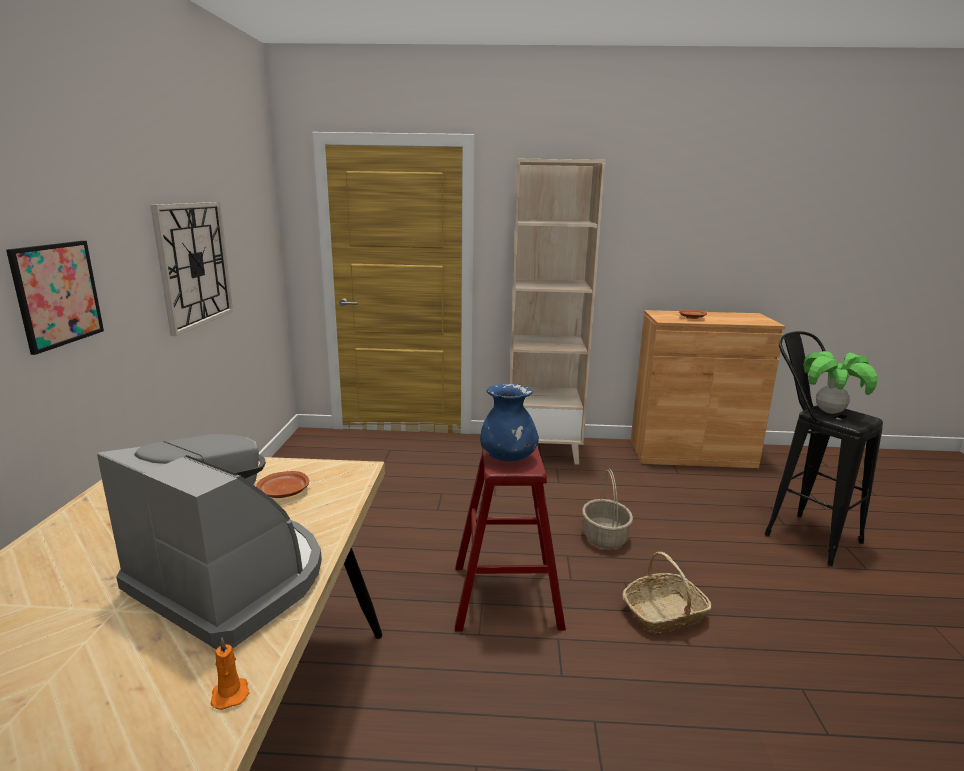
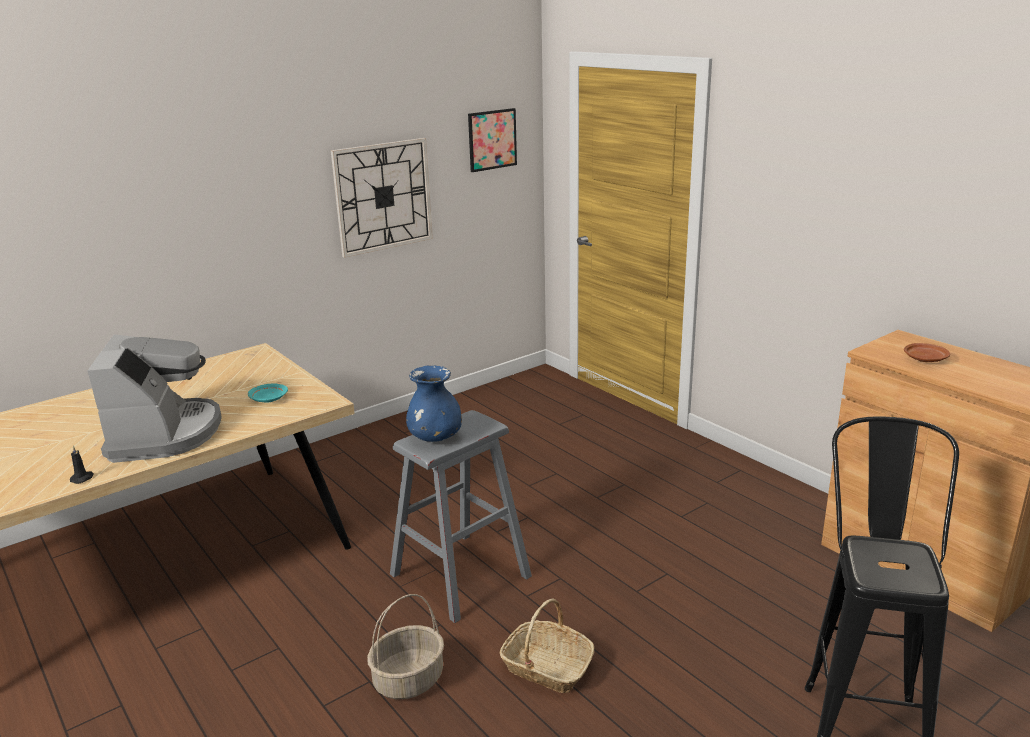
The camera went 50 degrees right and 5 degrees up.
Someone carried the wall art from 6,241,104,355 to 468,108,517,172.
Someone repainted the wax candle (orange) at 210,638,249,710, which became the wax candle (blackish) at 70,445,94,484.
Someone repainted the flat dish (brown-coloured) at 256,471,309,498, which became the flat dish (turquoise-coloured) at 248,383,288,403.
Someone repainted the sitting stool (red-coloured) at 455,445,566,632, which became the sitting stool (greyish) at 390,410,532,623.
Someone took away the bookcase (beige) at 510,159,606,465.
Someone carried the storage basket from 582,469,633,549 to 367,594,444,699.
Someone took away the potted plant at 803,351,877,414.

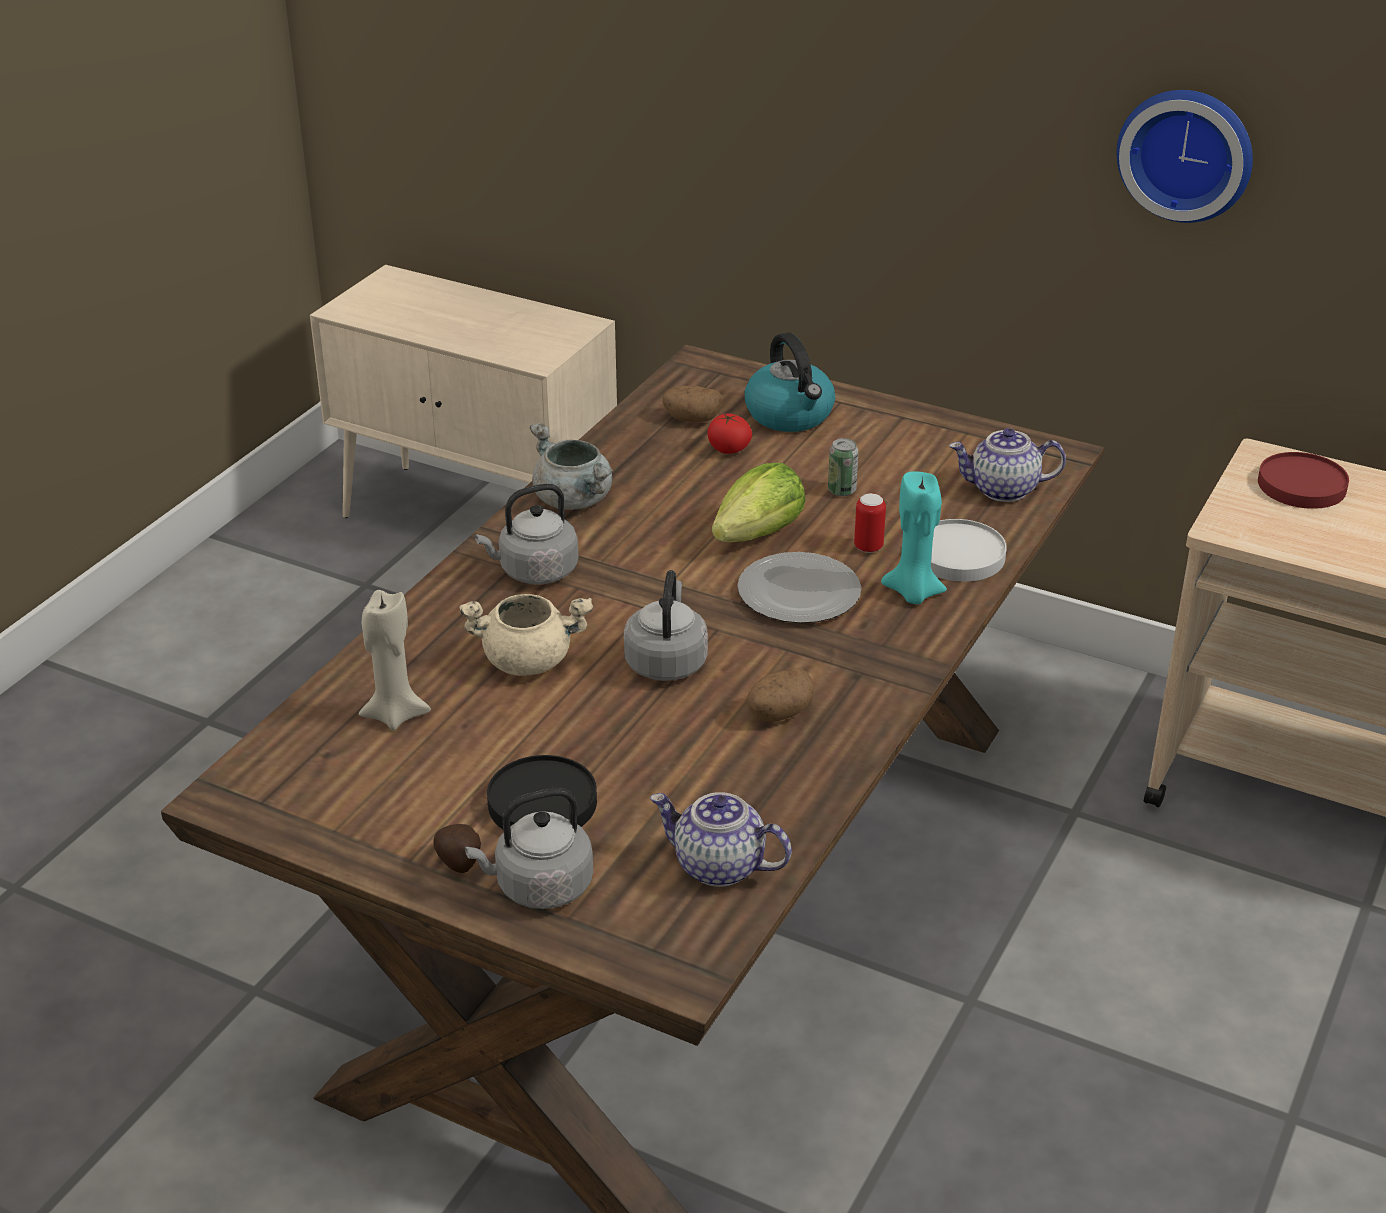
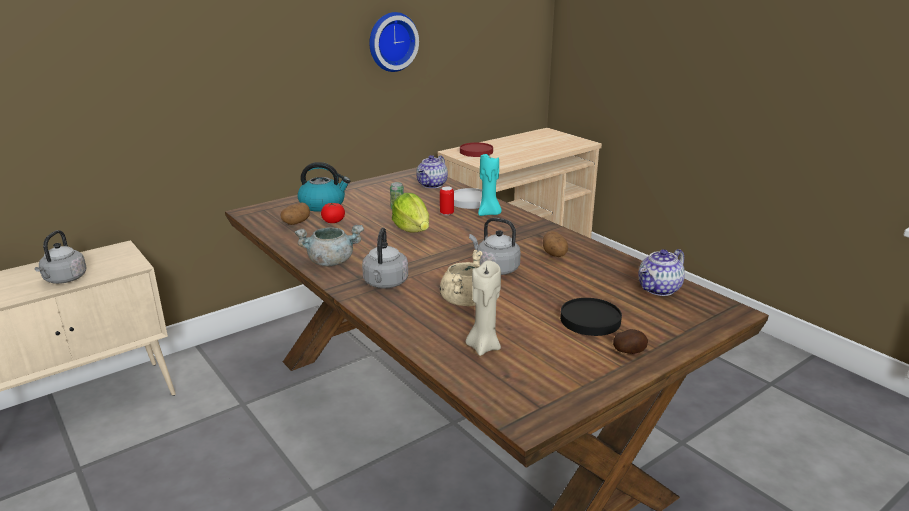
The camera went 65 degrees left and 10 degrees down.
Someone carried the tea kettle (greyish) from 465,788,593,909 to 35,230,87,284.
Someone took away the flat dish at 737,552,861,623.

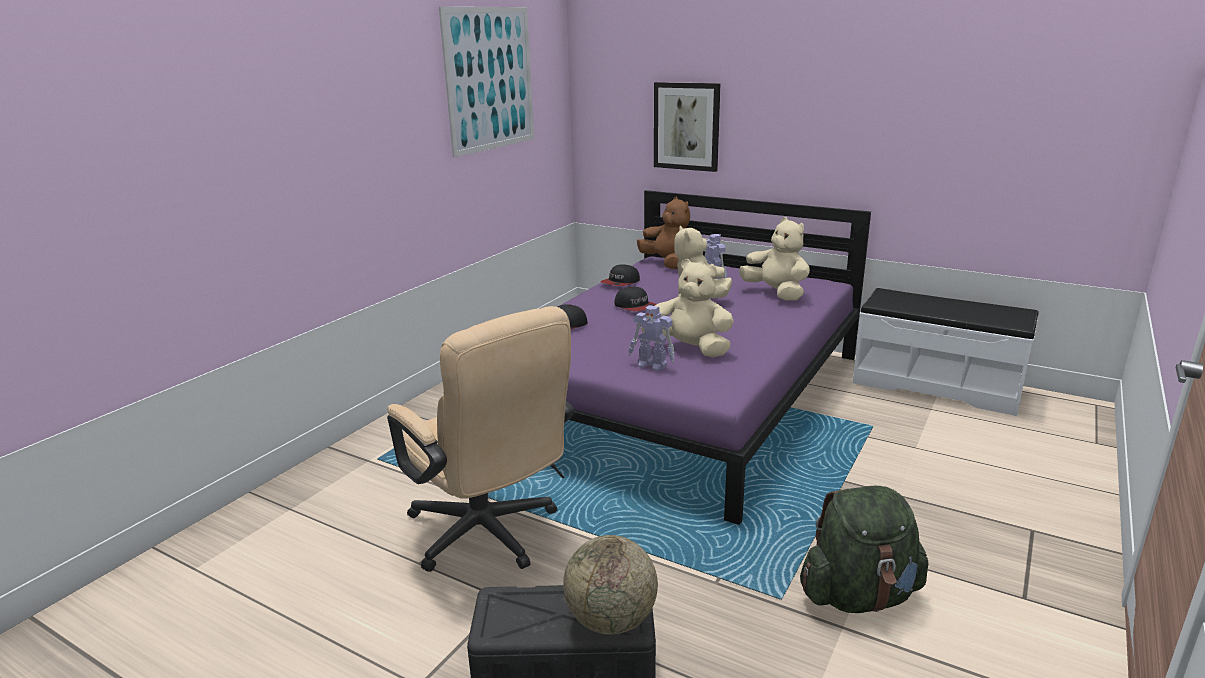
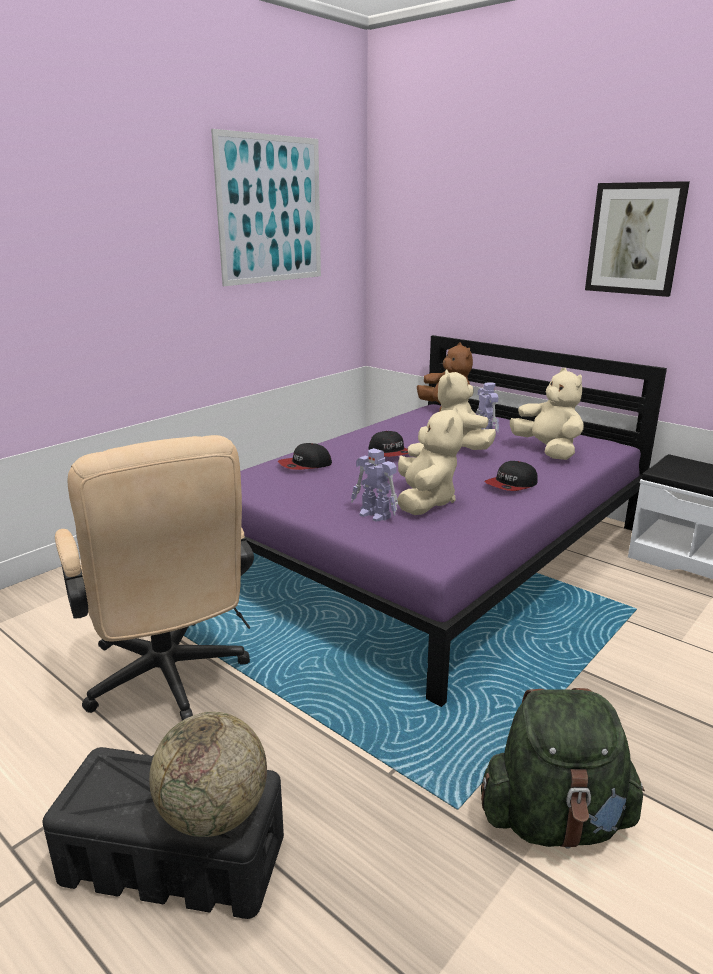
The camera went 10 degrees right and 0 degrees up.
Someone carried the baseball cap from 600,264,640,286 to 485,461,538,491.
Someone rotated the soft toy (beige) at 641,259,734,357 by 60 degrees clockwise.
Someone carried the wall art from 654,82,721,172 to 585,181,690,297.

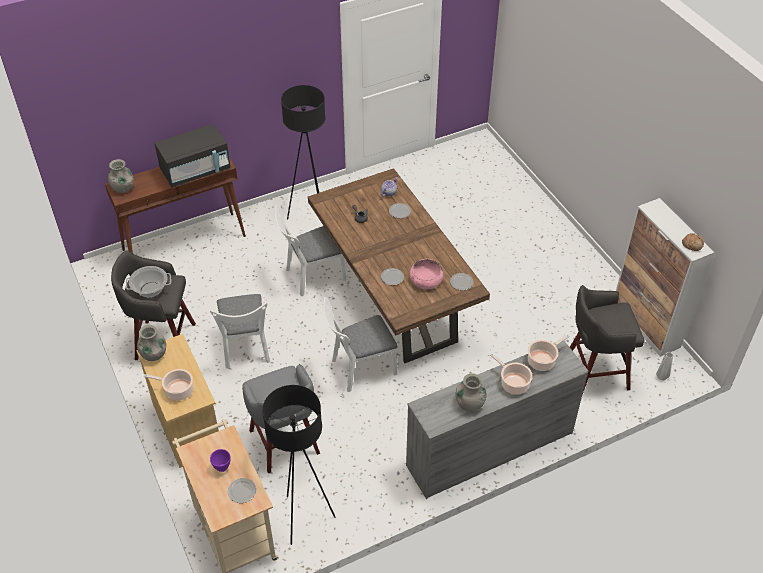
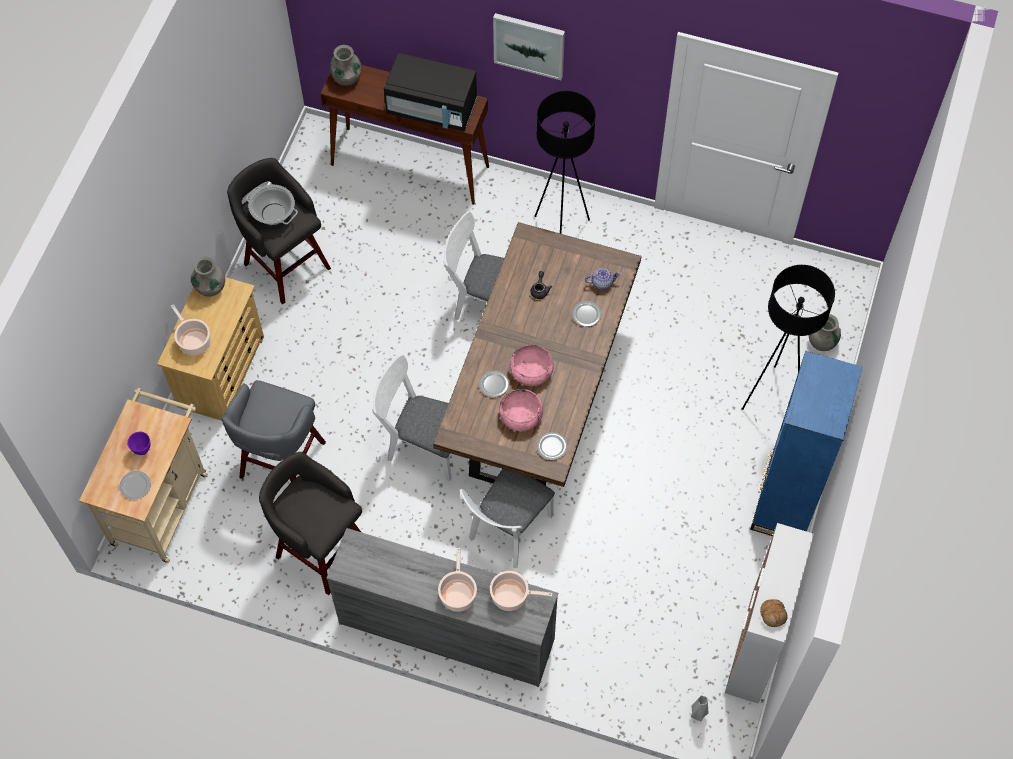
The camera went 45 degrees right and 15 degrees up.
Someone carried the chair (white) from 210,294,270,369 to 460,469,555,568.
Someone carried the standard lamp (blackish) from 262,385,335,545 to 742,265,835,410.
Someone carried the decorative vase (greyish) from 456,373,487,412 to 809,314,841,351.
Someone carried the sitting stool (greyish) from 570,285,644,395 to 259,452,362,595.
Someone put up the wall art at 493,13,565,80.
Someone put down the bowl (pink-coloured) at 510,345,554,386.
Someone put down the bookcase (blue) at 750,351,863,536.

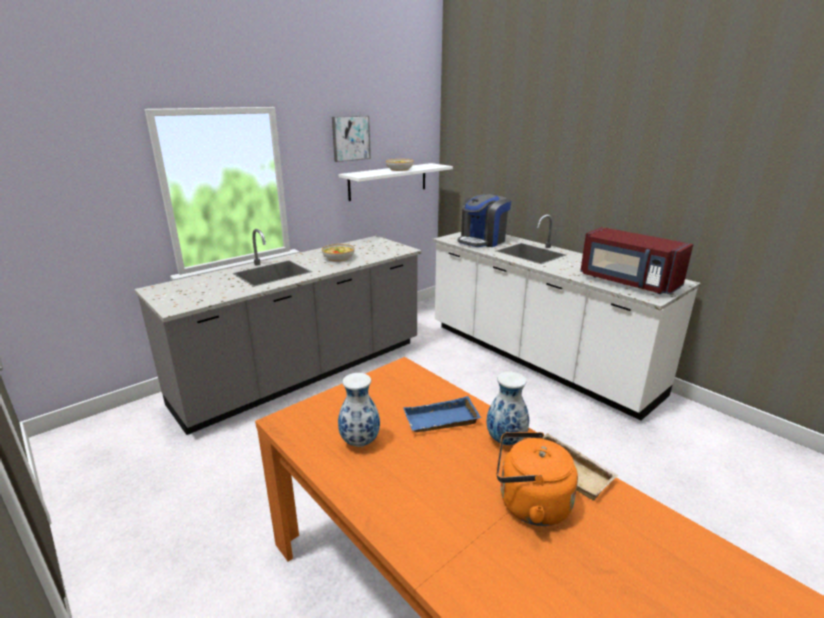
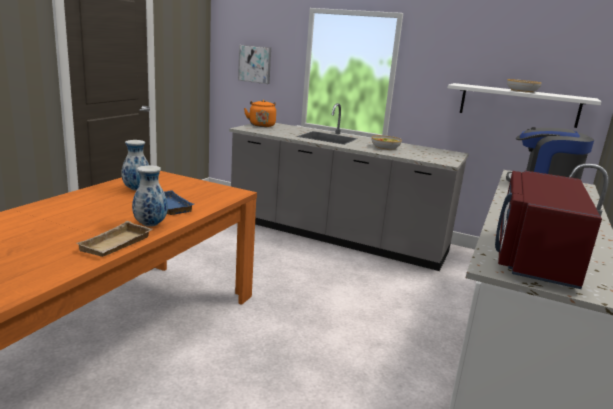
The camera went 65 degrees right and 5 degrees down.
Someone carried the wall art from 332,116,371,162 to 238,45,271,84.
Someone carried the tea kettle (orange) from 496,432,578,526 to 244,100,276,127.

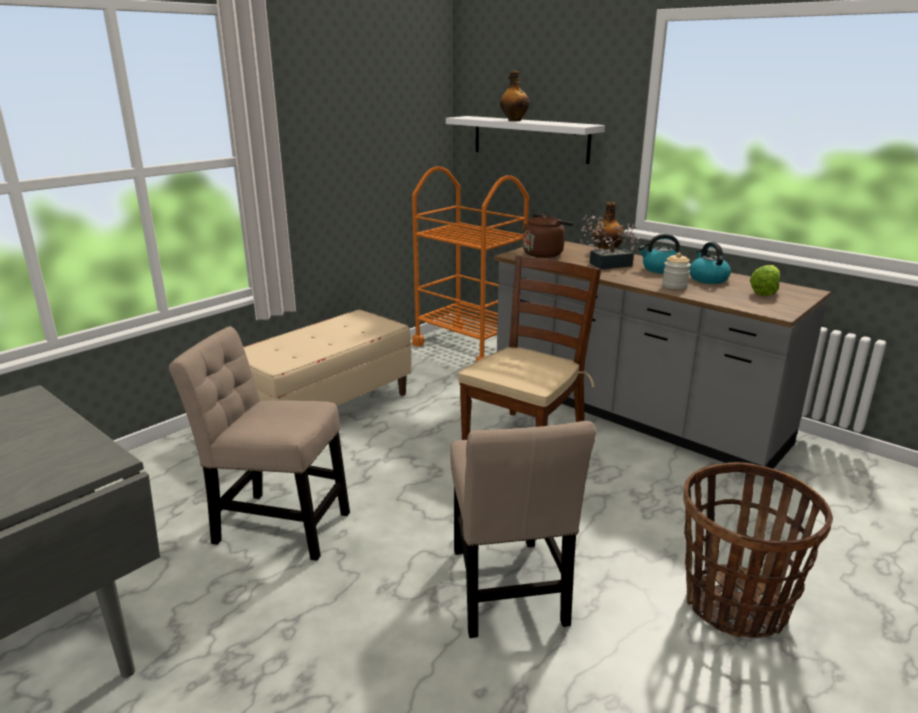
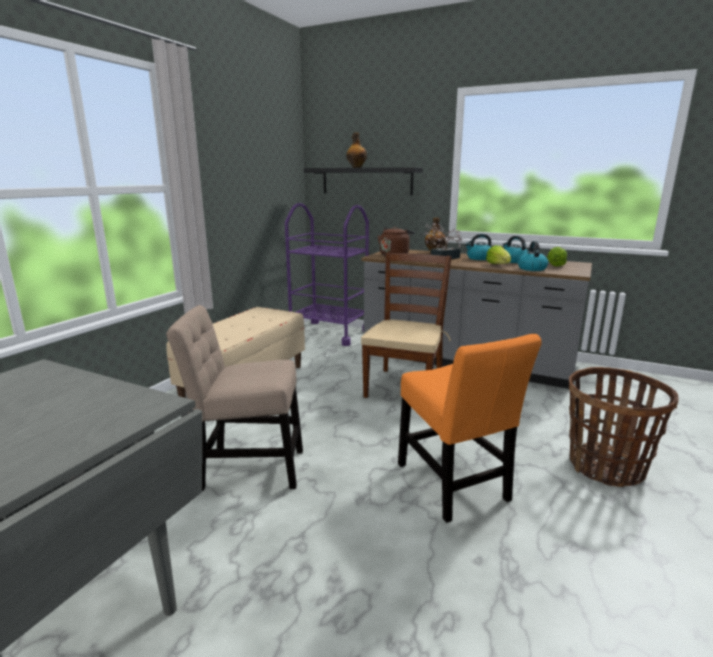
The camera went 15 degrees left and 5 degrees down.
Someone repainted the trolley (orange) at 412,166,529,361, which became the trolley (purplish) at 285,203,369,346.
Someone repainted the shelf (white) at 446,116,605,164, which became the shelf (blackish) at 304,167,423,195.
Someone repainted the chair (beige) at 450,421,596,638, which became the chair (orange) at 398,334,542,523.
Someone swapped the jar at 662,253,691,289 for the lettuce head at 486,245,511,264.
Someone put down the tea kettle at 518,241,548,271.

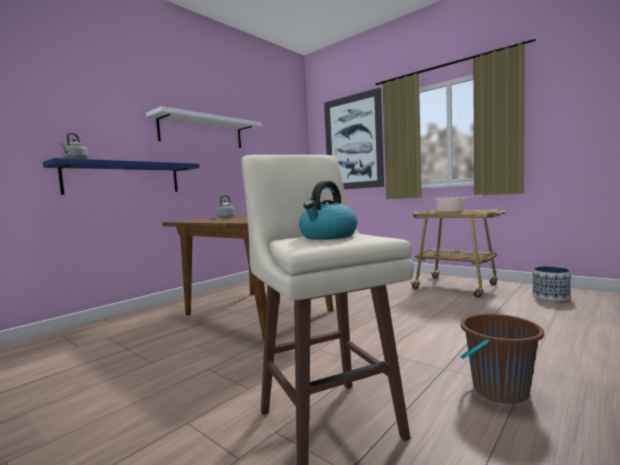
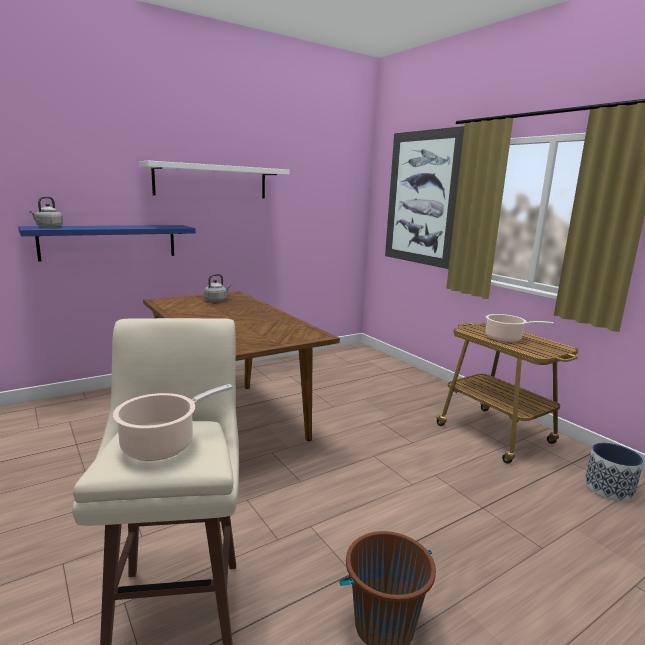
The camera went 15 degrees right and 10 degrees up.
Someone swapped the tea kettle at 299,181,358,240 for the stockpot at 113,384,233,461.

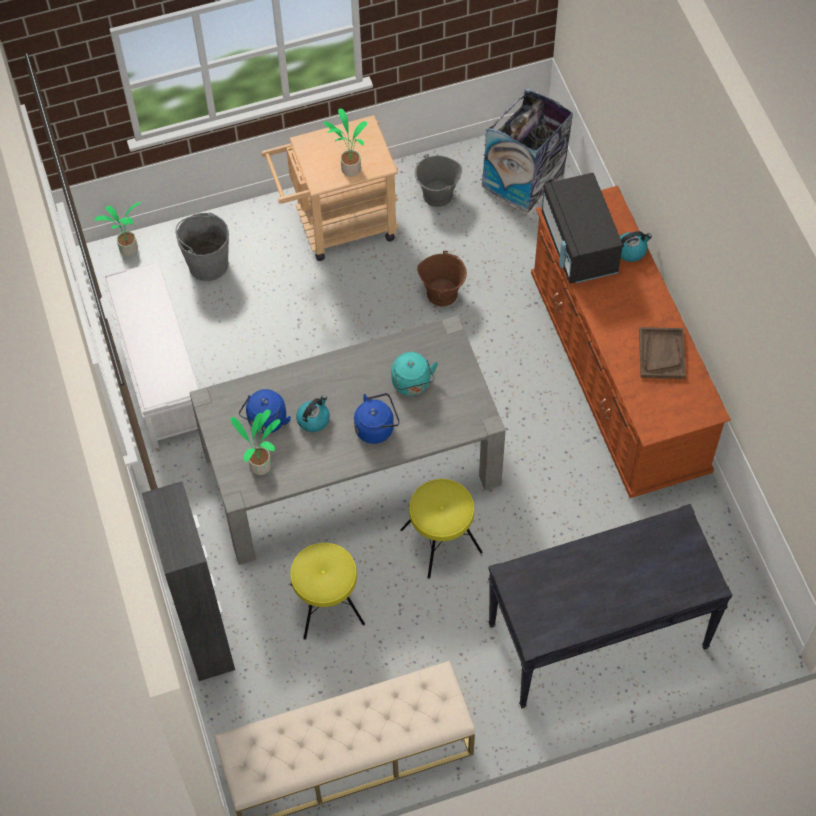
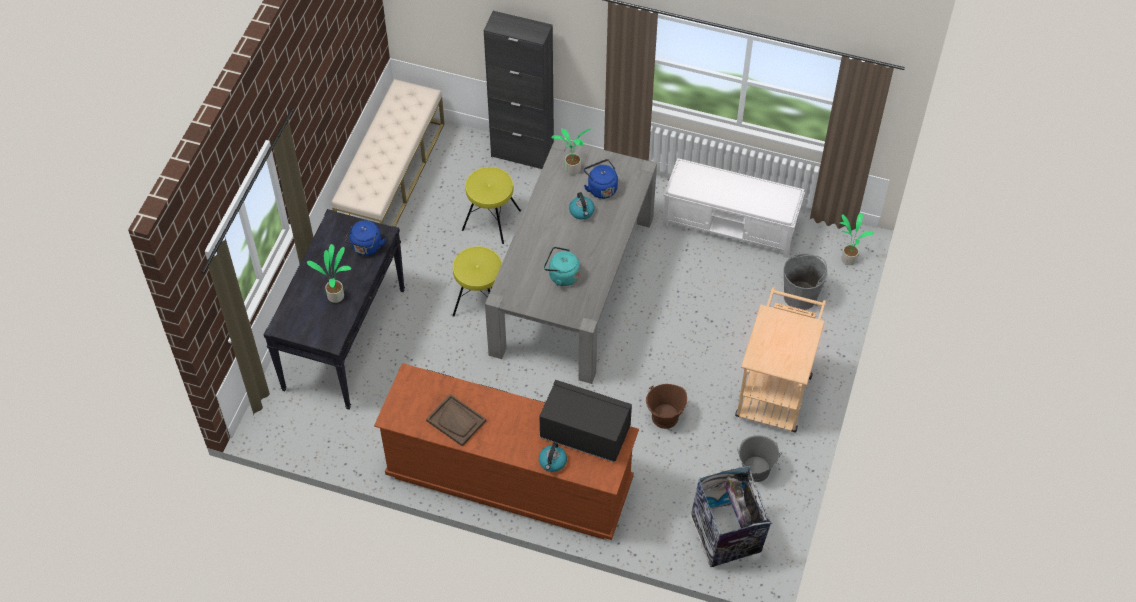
The camera went 125 degrees right and 5 degrees down.
Someone carried the potted plant from 323,109,367,177 to 307,244,351,303.
Someone carried the tea kettle (blue) from 354,393,400,444 to 345,220,386,255.

